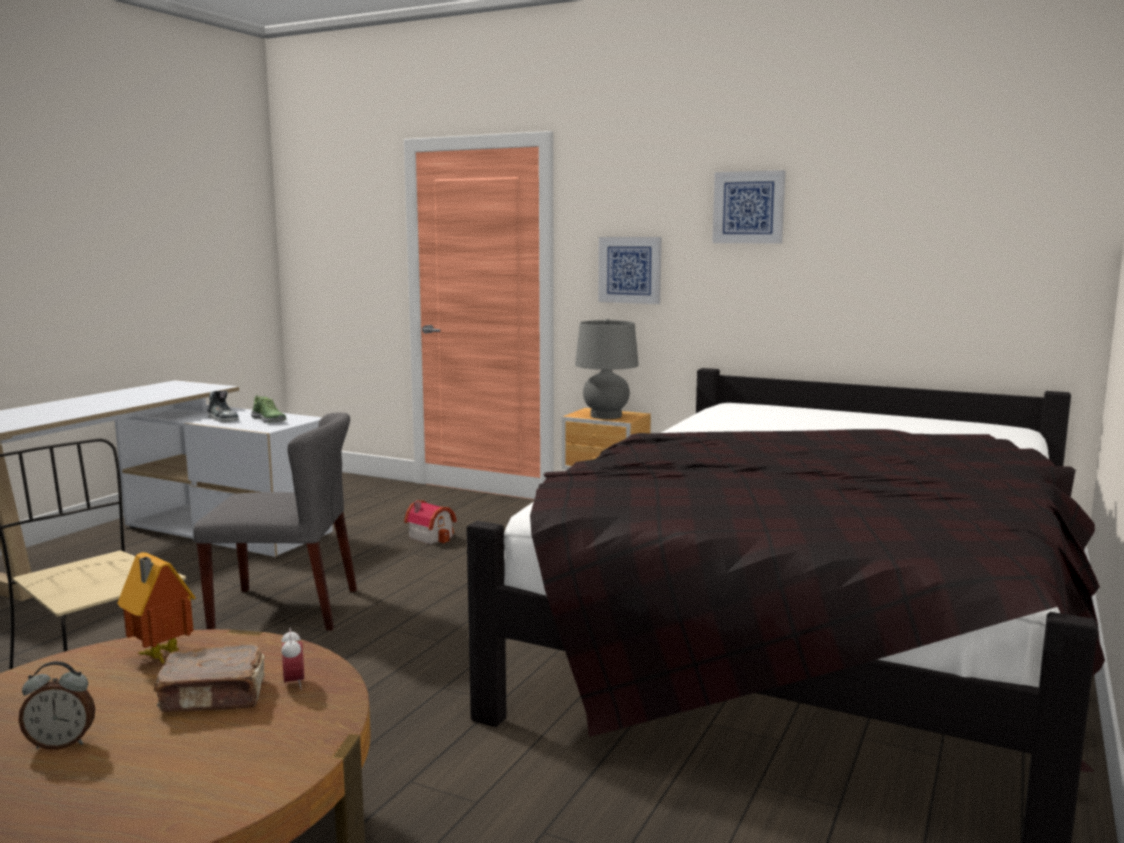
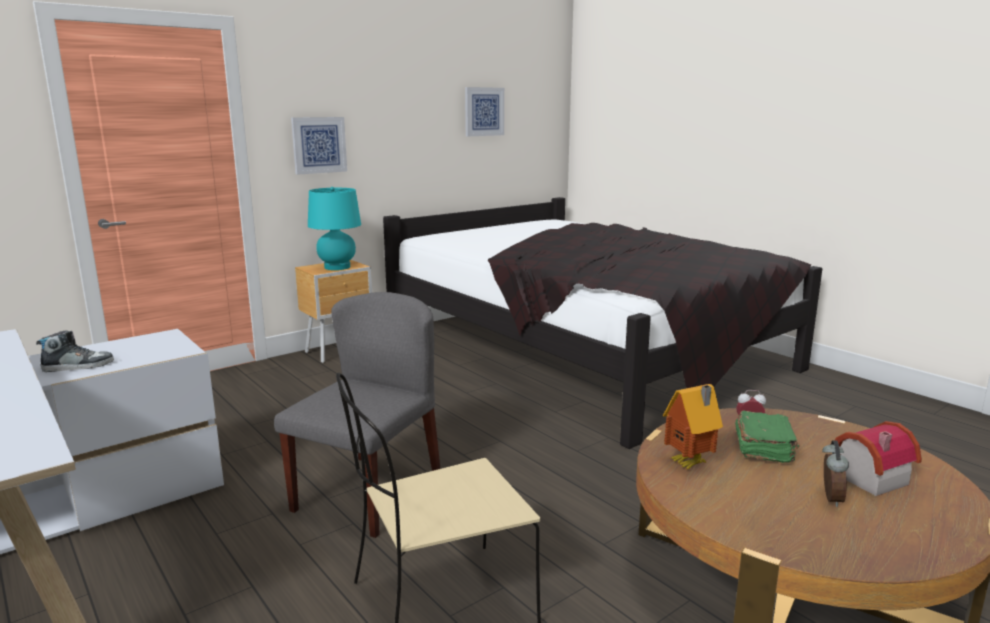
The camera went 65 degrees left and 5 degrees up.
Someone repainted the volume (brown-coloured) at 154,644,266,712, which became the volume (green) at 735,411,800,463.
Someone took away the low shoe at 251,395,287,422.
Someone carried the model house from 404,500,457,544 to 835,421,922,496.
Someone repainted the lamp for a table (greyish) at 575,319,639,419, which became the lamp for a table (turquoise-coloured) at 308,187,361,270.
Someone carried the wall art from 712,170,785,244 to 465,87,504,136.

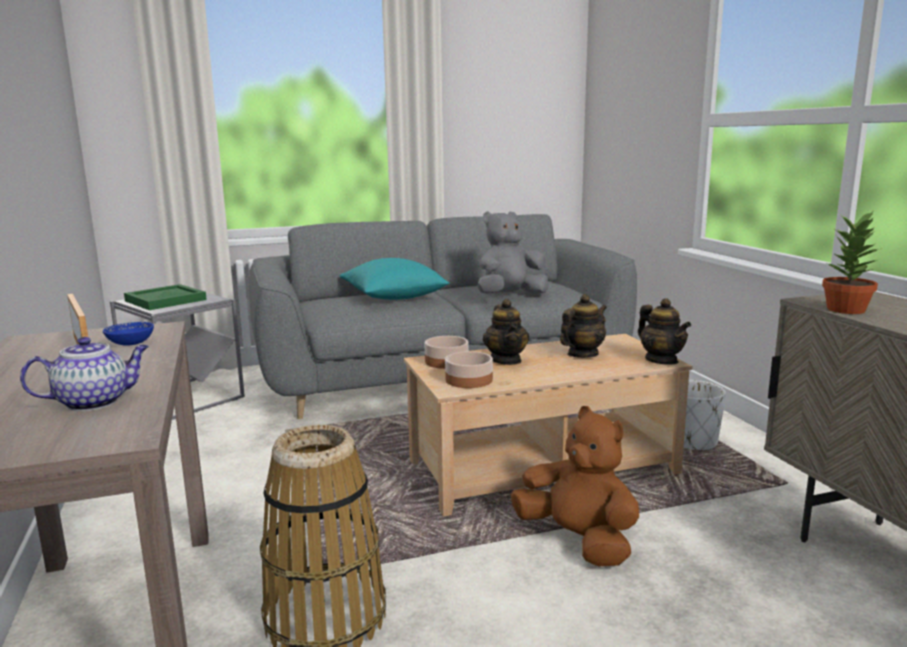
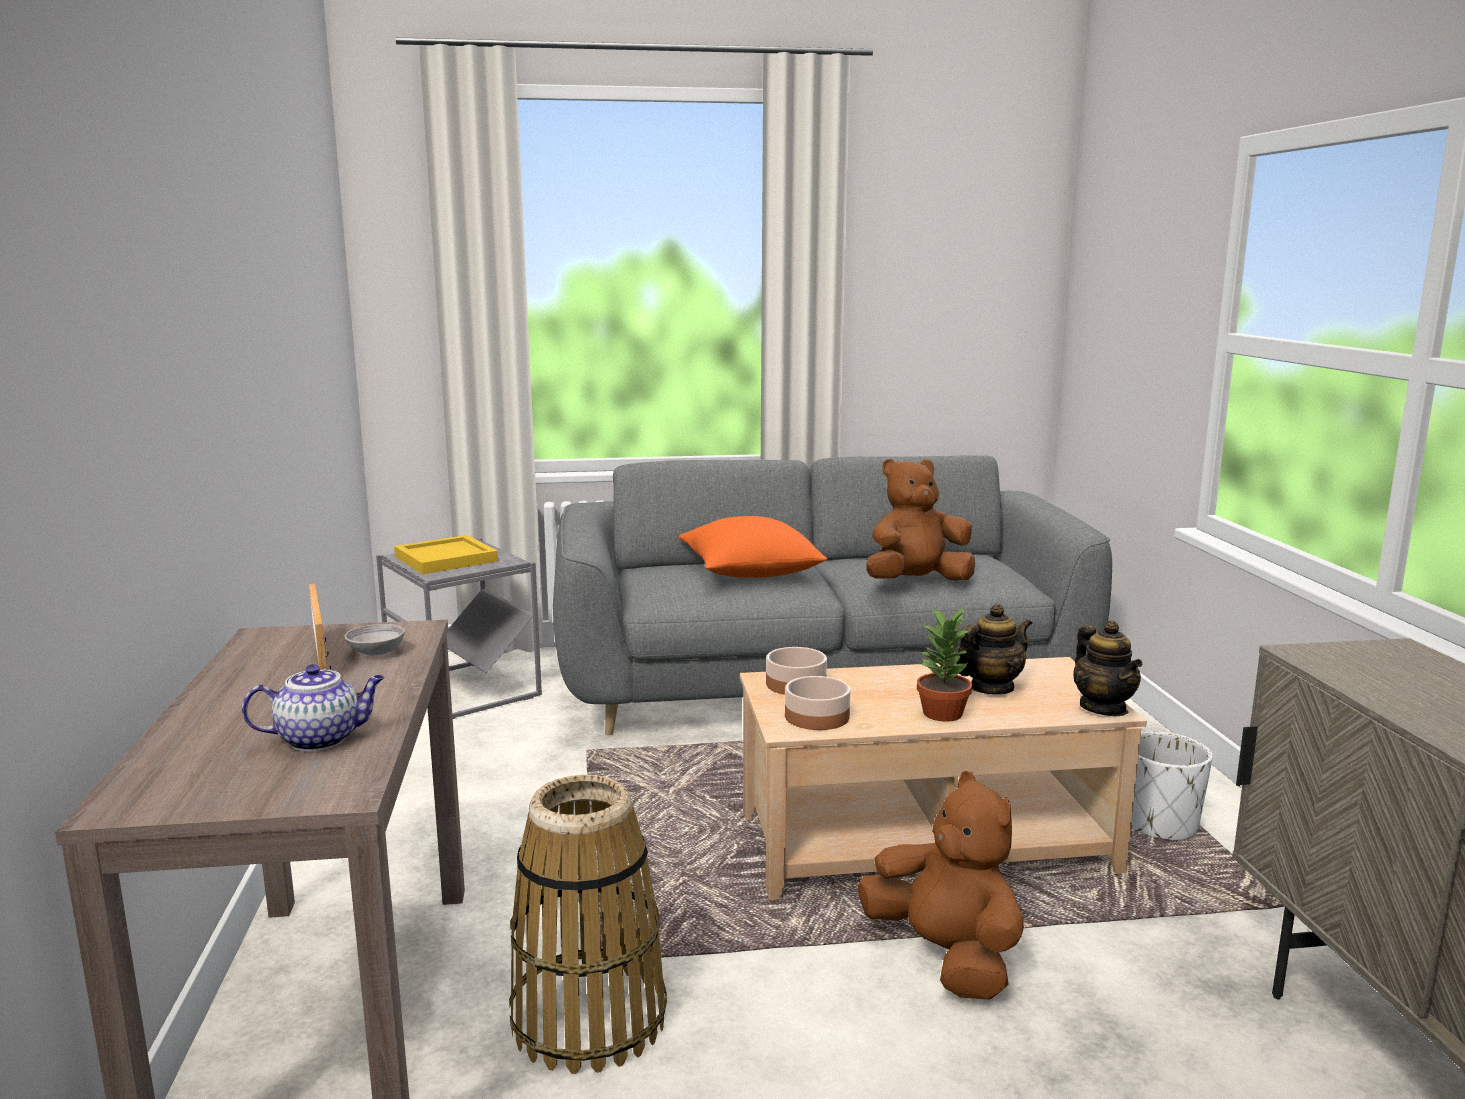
The camera went 10 degrees right and 0 degrees up.
Someone repainted the bowl (blue) at 103,322,154,346, which became the bowl (greyish) at 344,624,405,655.
Someone repainted the tray (green) at 124,284,207,310, which became the tray (yellow-coloured) at 394,535,498,574.
Someone repainted the cushion (turquoise-coloured) at 340,258,449,300, which became the cushion (orange) at 679,516,827,578.
Someone repainted the soft toy (greyish) at 478,211,548,294, which became the soft toy (brown-coloured) at 866,459,975,581.
Someone took away the tea pot at 483,299,529,365.
Someone carried the potted plant from 822,212,882,314 to 917,608,972,722.

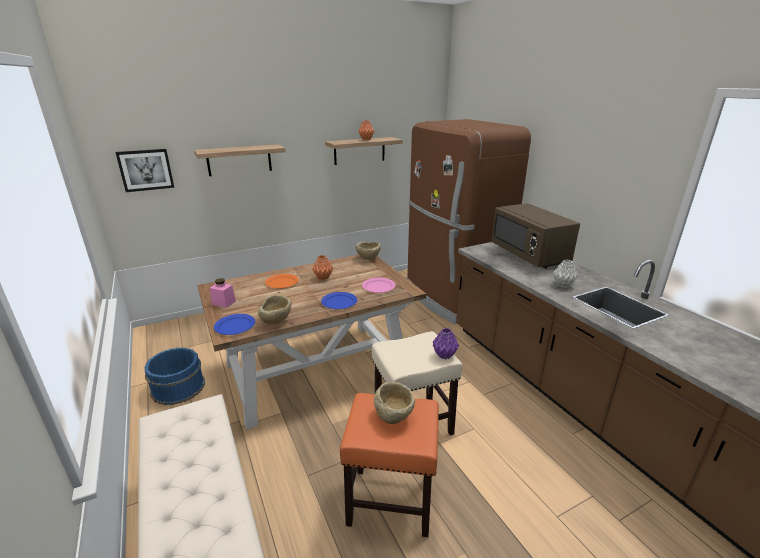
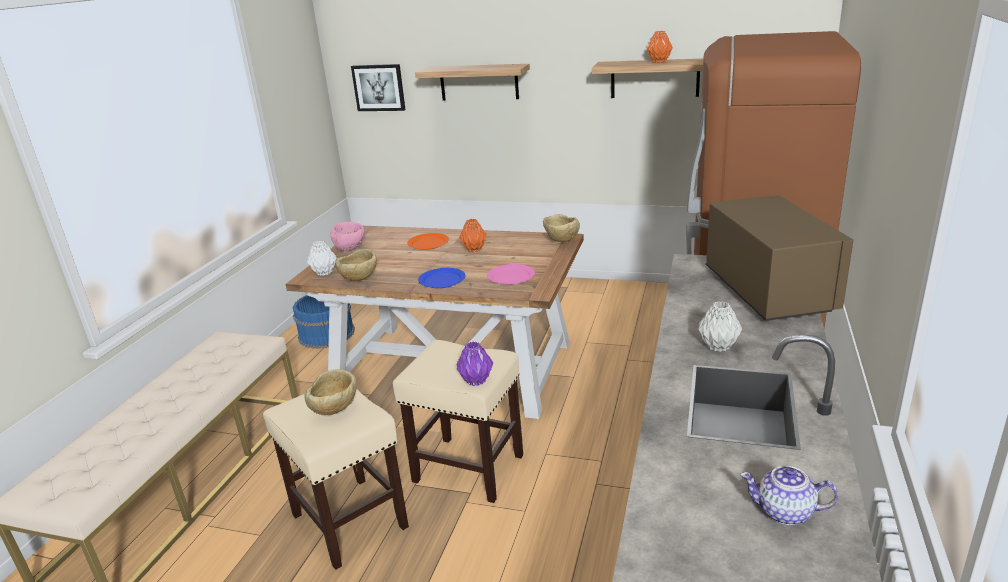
The camera went 45 degrees right and 0 degrees up.
Someone swapped the jar (pink-coloured) at 210,278,236,308 for the bowl (pink-coloured) at 330,222,365,251.
Someone swapped the flat dish (blue) at 214,314,255,335 for the decorative vase (white) at 307,241,336,276.
Someone repainted the sitting stool (orange) at 340,393,439,537, which became the sitting stool (beige) at 263,388,409,570.
Someone rotated the microwave oven (brown-coloured) at 491,203,580,269 by 150 degrees clockwise.
Someone put down the tea pot at 740,466,838,525.

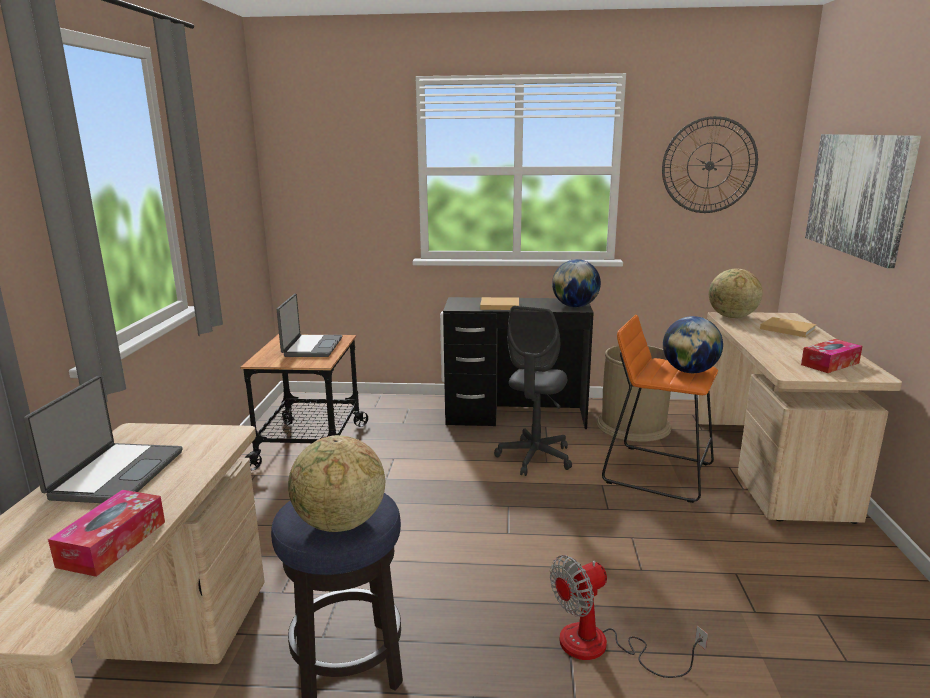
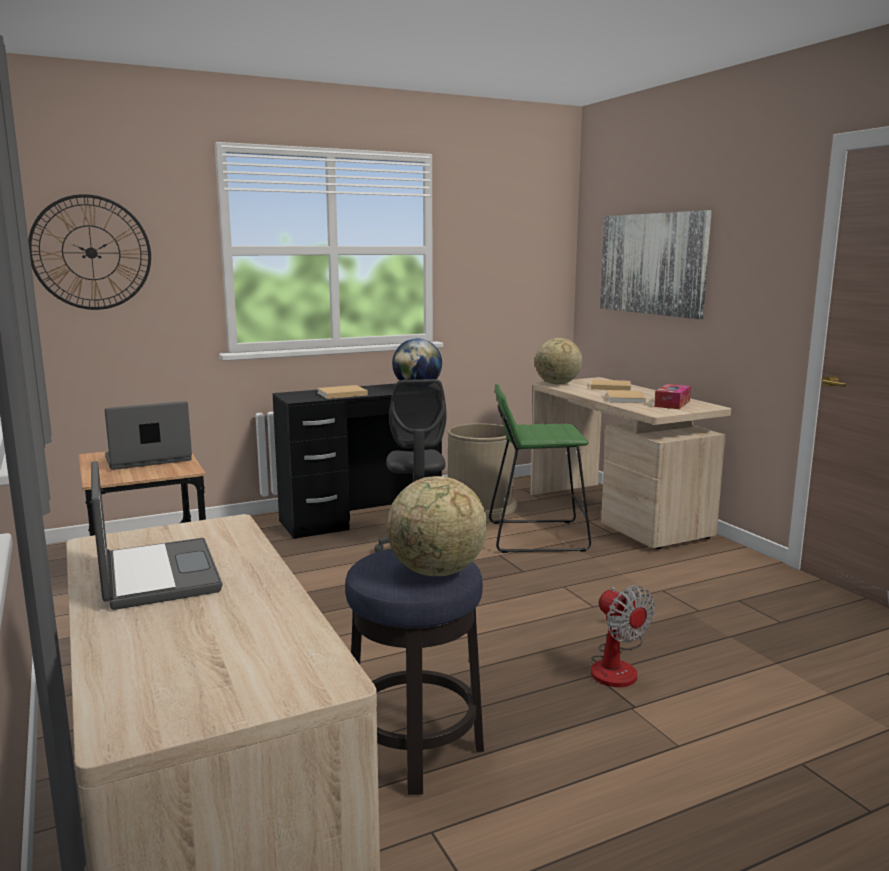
The camera went 30 degrees left and 5 degrees down.
Someone took away the box of tissues at 48,490,165,577.
Someone rotated the portable computer at 277,294,342,357 by 90 degrees counterclockwise.
Someone rotated the cooling fan at 550,555,708,678 by 60 degrees counterclockwise.
Someone repainted the sitting stool (orange) at 602,315,718,503, which became the sitting stool (green) at 489,384,591,553.
Someone carried the hanging clock from 662,116,758,213 to 28,194,151,310.
Someone took away the world globe at 663,316,723,373.
Someone put down the volume (beige) at 606,390,646,403.

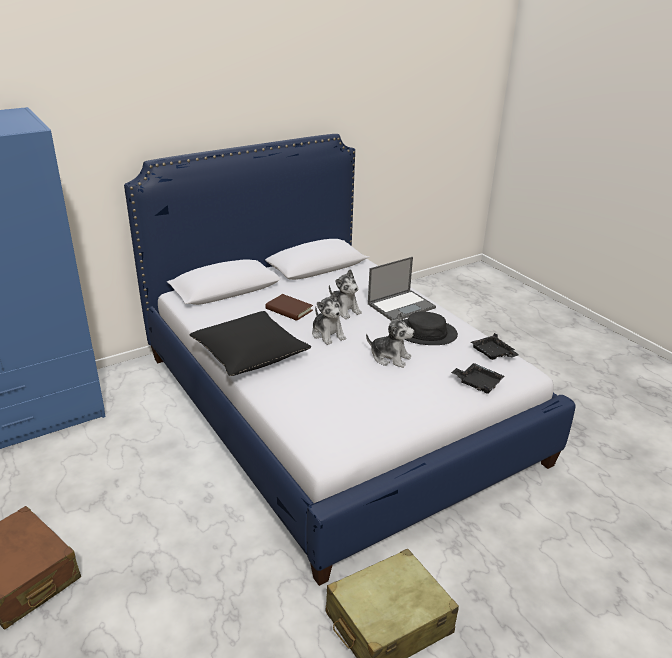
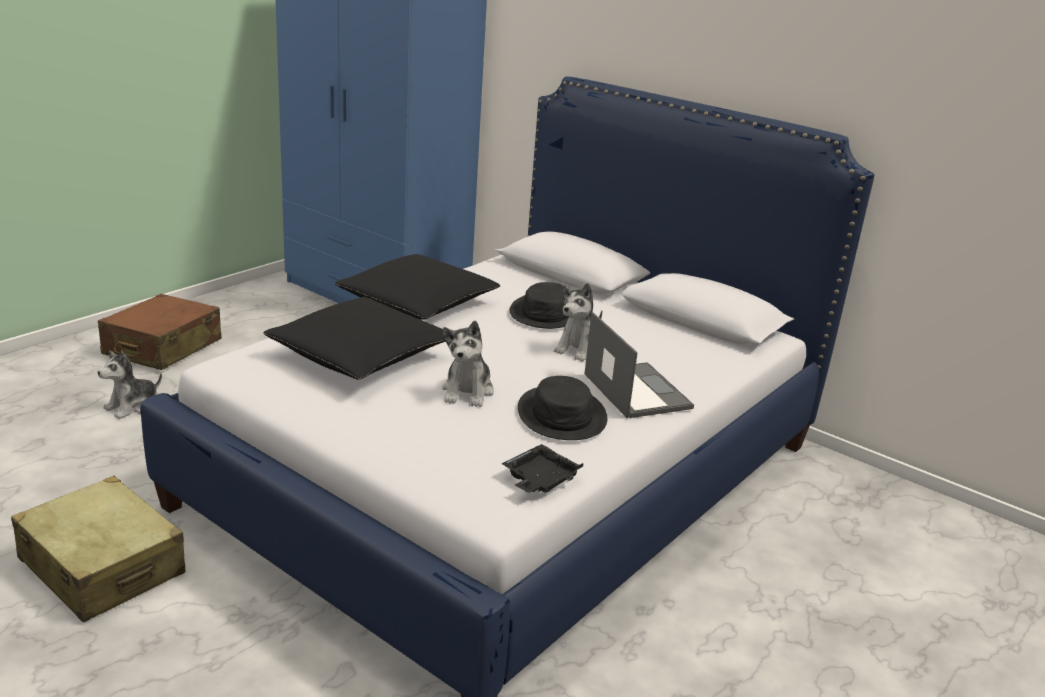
The camera went 70 degrees right and 5 degrees down.
Someone swapped the volume (brown-coloured) at 265,294,313,321 for the wearable hat (blackish) at 510,282,570,329.
Someone carried the soft toy from 312,292,346,345 to 98,350,162,419.
Someone rotated the portable computer at 368,257,436,320 by 150 degrees counterclockwise.
Someone took away the tray (blackish) at 451,363,505,394.
Someone put down the cushion (blackish) at 263,297,446,380.

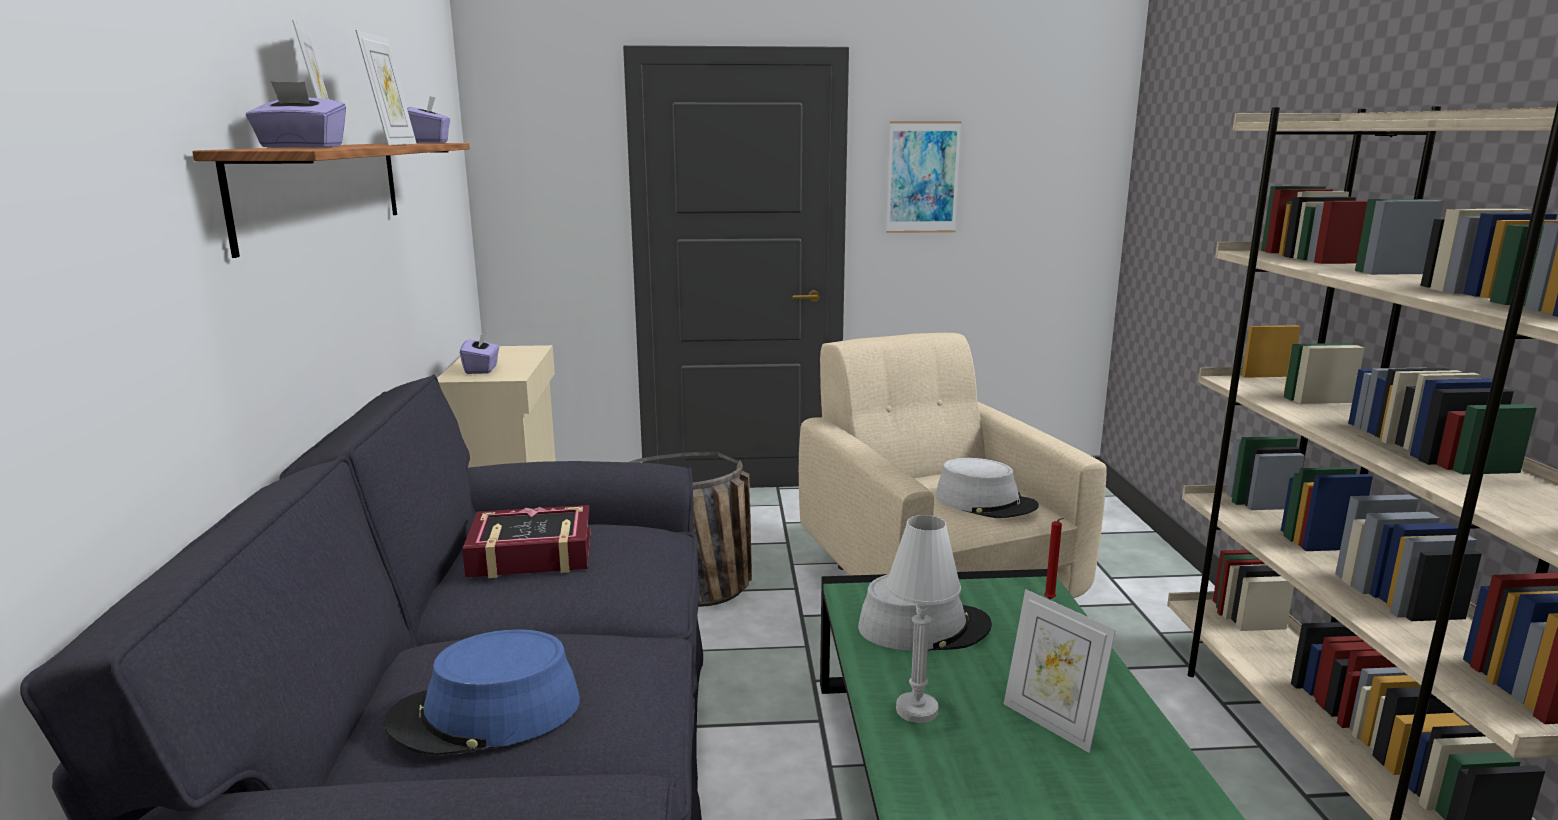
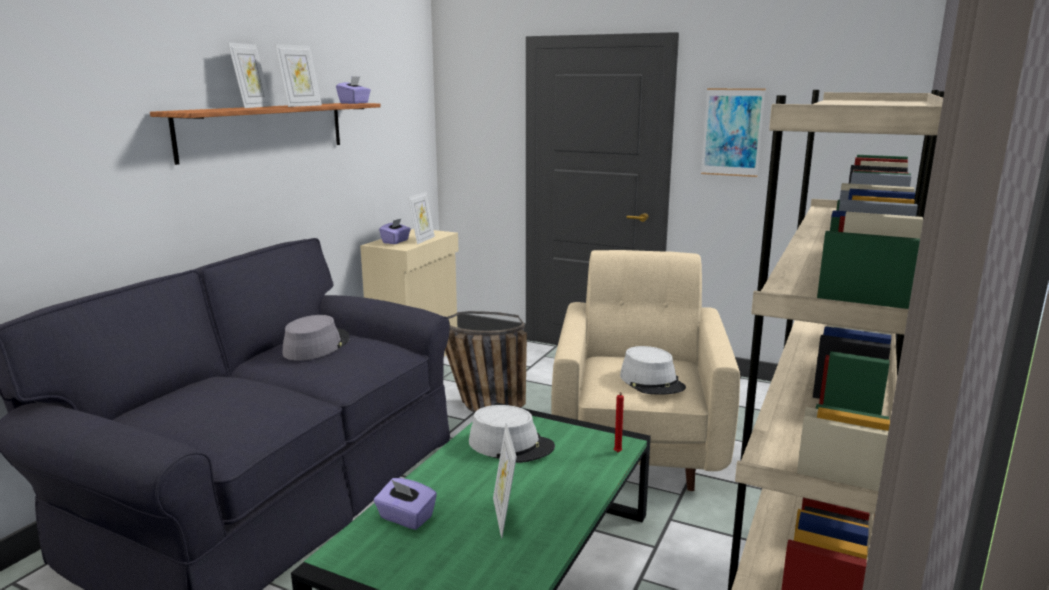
The camera went 30 degrees right and 0 degrees up.
Someone carried the box of tissues (purplish) from 246,81,346,148 to 374,478,437,530.
Someone took away the wearable hat (blue) at 384,629,580,756.
Someone swapped the volume at 462,505,591,578 for the wearable hat (greyish) at 282,315,350,361.
Someone took away the lamp for a table (white) at 886,515,961,723.
Someone put down the photo frame at 408,192,435,244.

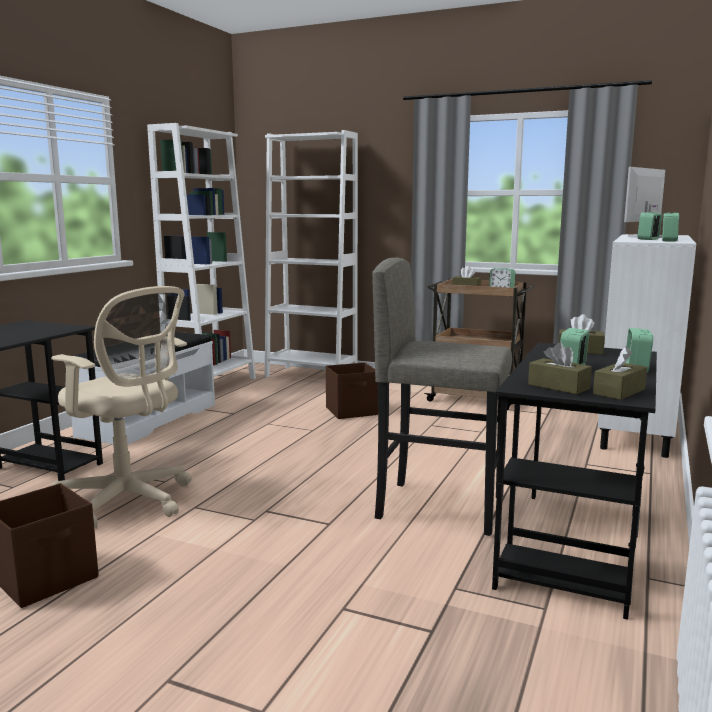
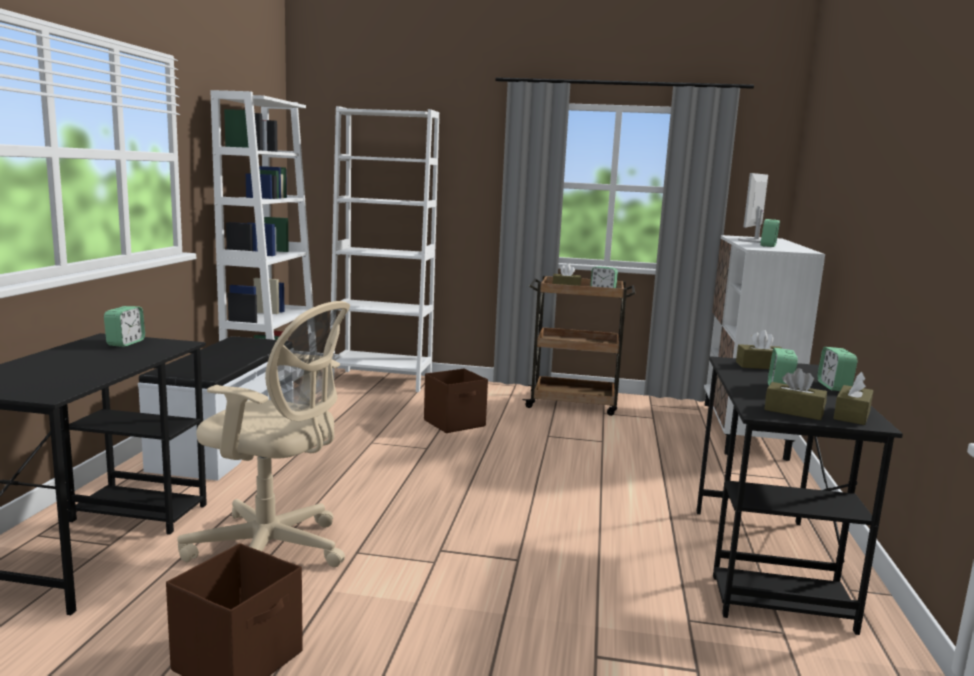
The camera went 15 degrees left and 0 degrees up.
Someone took away the sitting stool (greyish) at 372,258,512,536.
Someone carried the bedside clock from 662,213,679,242 to 104,306,145,347.

